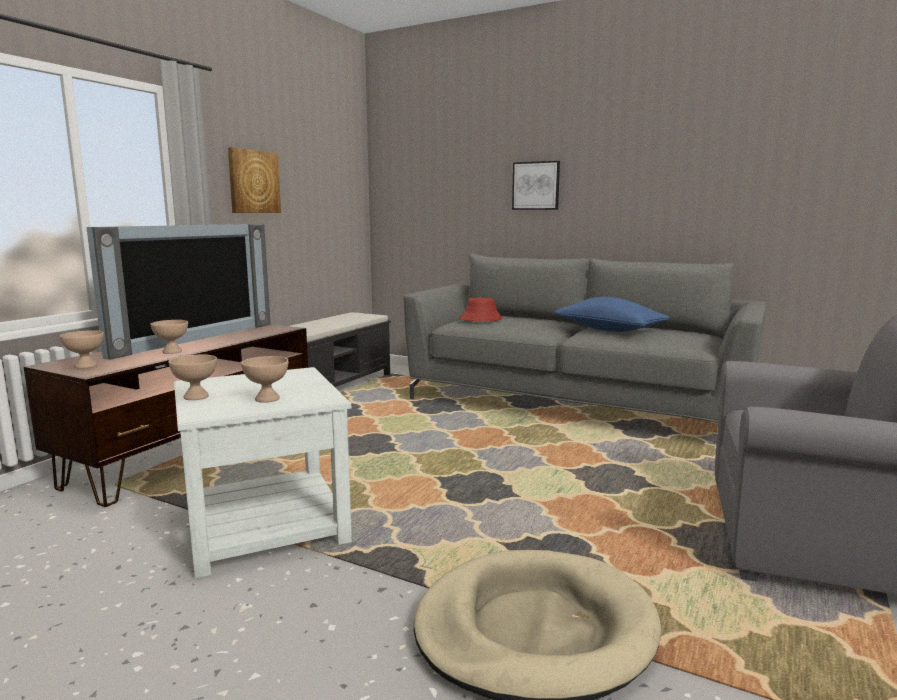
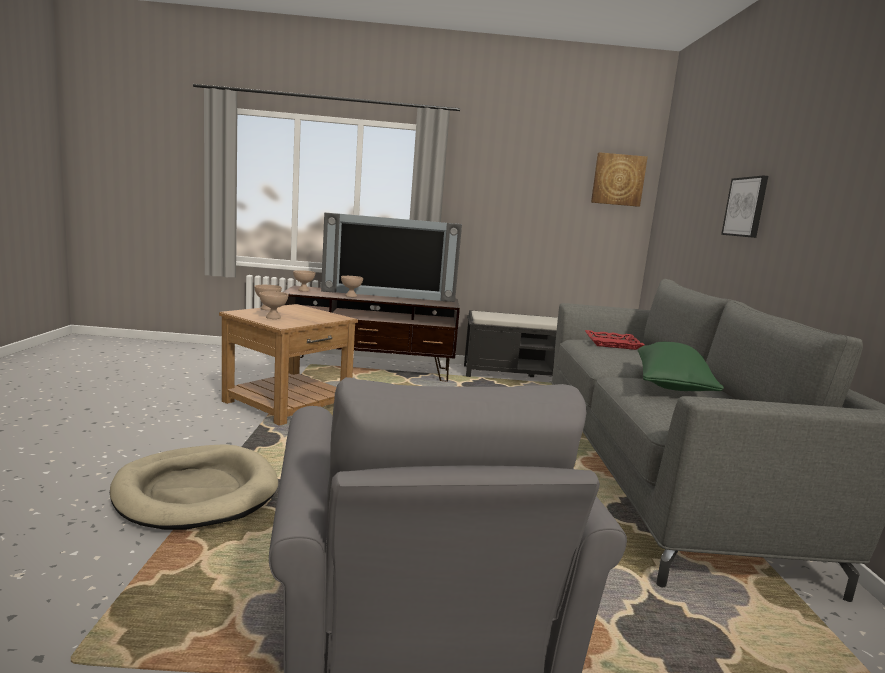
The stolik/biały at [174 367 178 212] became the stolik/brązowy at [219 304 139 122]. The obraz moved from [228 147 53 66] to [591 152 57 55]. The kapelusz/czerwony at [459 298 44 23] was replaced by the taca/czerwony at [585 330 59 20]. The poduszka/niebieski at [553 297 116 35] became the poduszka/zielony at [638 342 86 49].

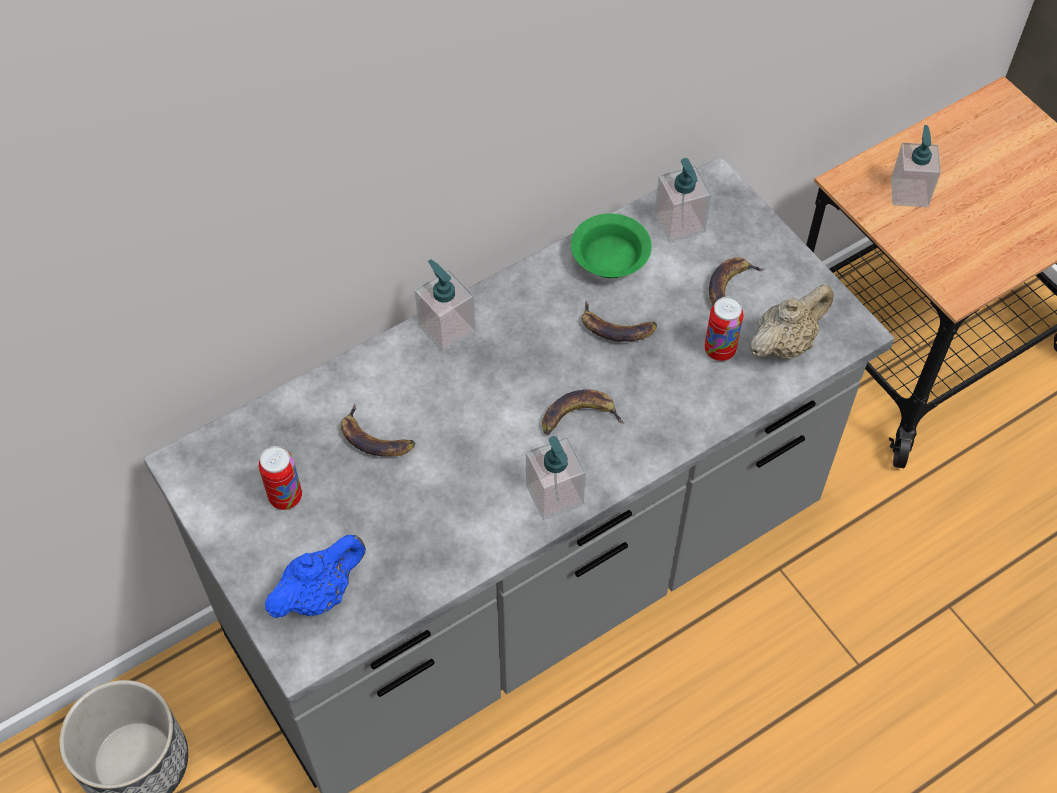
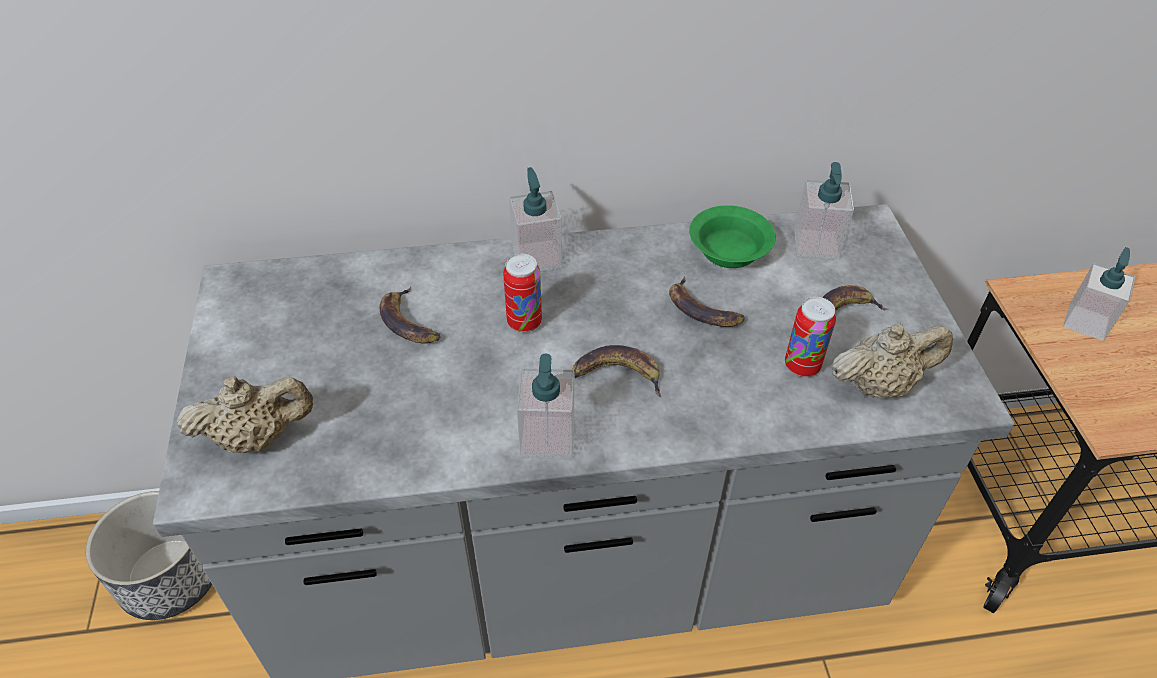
The puszka moved from [259 446 43 64] to [503 254 39 78]. The imbryk/niebieski at [265 535 101 83] became the imbryk/beżowy at [176 376 137 77].

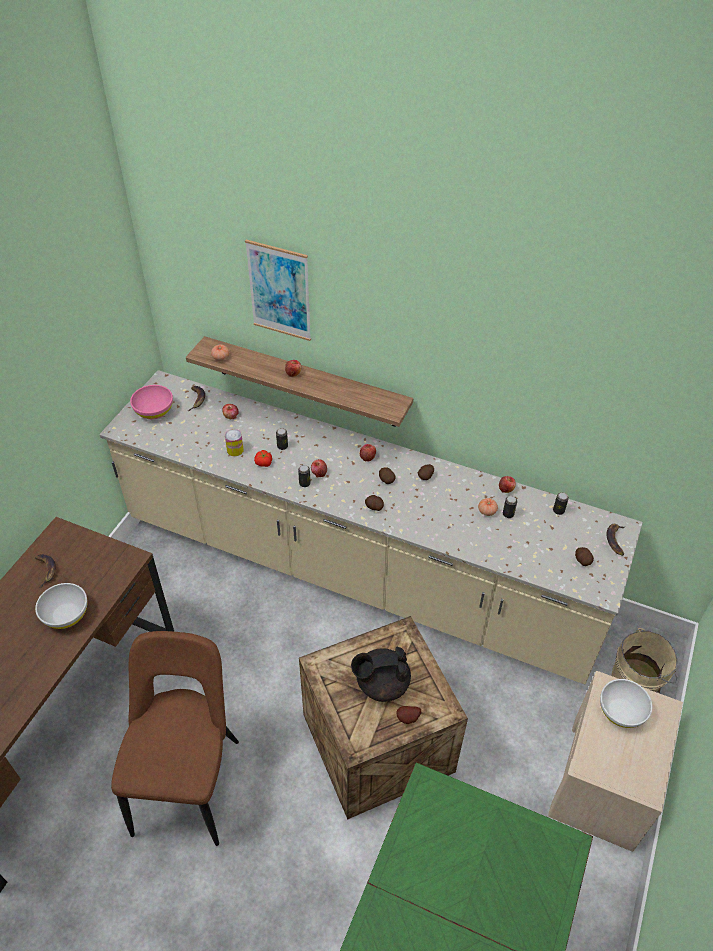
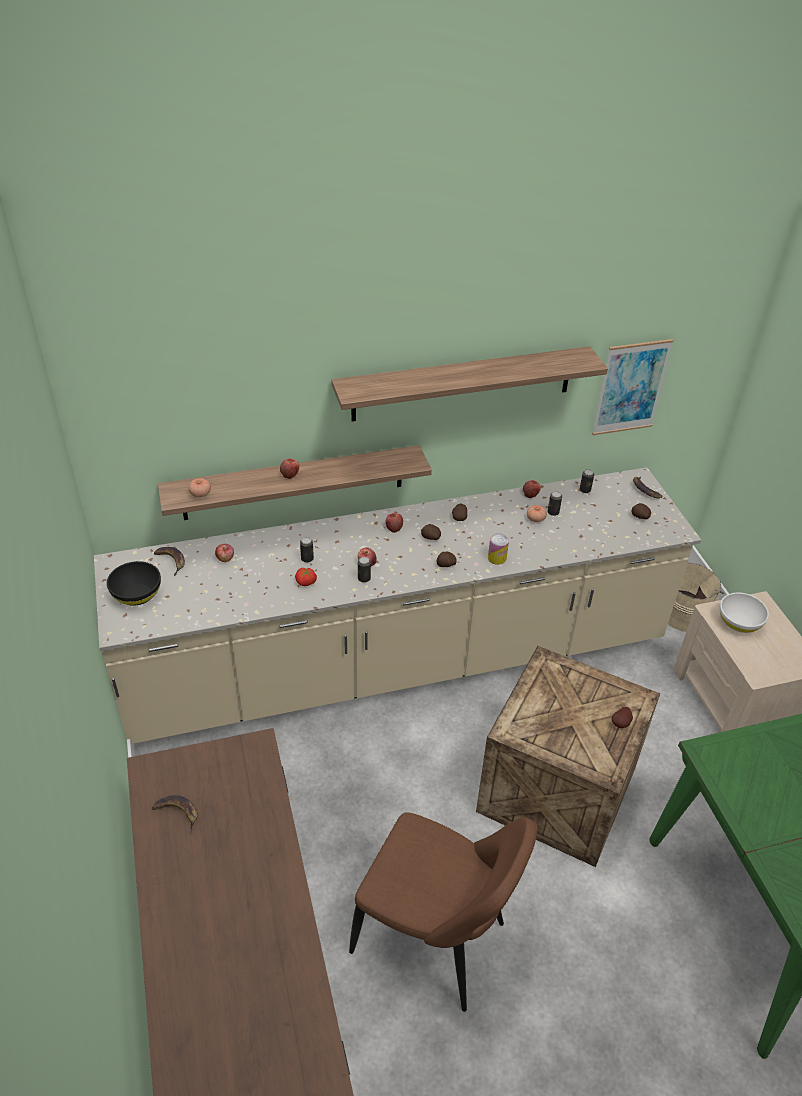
The miska/biały at [35 583 52 46] disappeared. The krzesło/brązowy at [111 631 128 215] turned 150 degrees clockwise. The miska/różowy at [130 385 43 34] became the miska/czarny at [107 561 54 45]. The puszka moved from [225 429 19 27] to [488 533 21 32]. The obraz moved from [245 240 66 101] to [592 339 82 96]. The imbryk/czarny at [351 647 60 55] disappeared. The półka at [332 346 276 75] appeared.

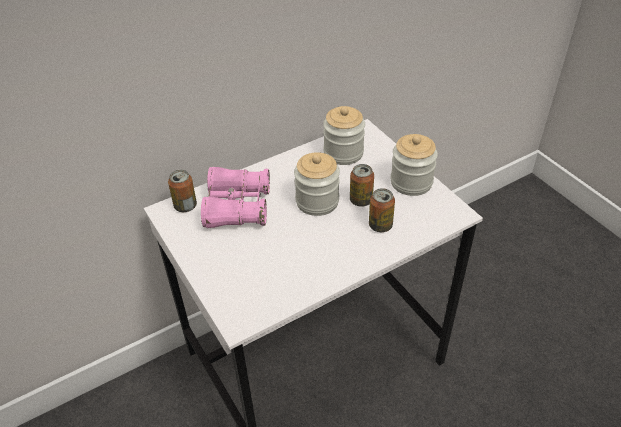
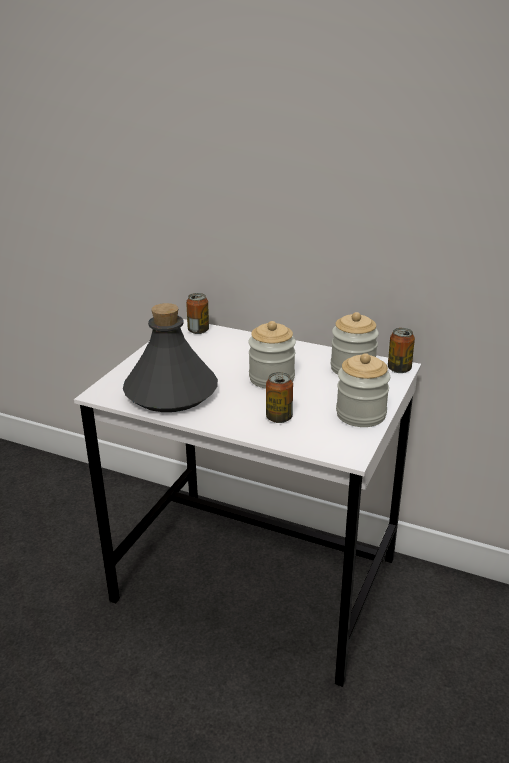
The lornetka/różowy at [201 167 69 61] disappeared. The puszka moved from [350 164 24 43] to [388 328 27 45]. The butelka/szary at [123 303 95 109] appeared.

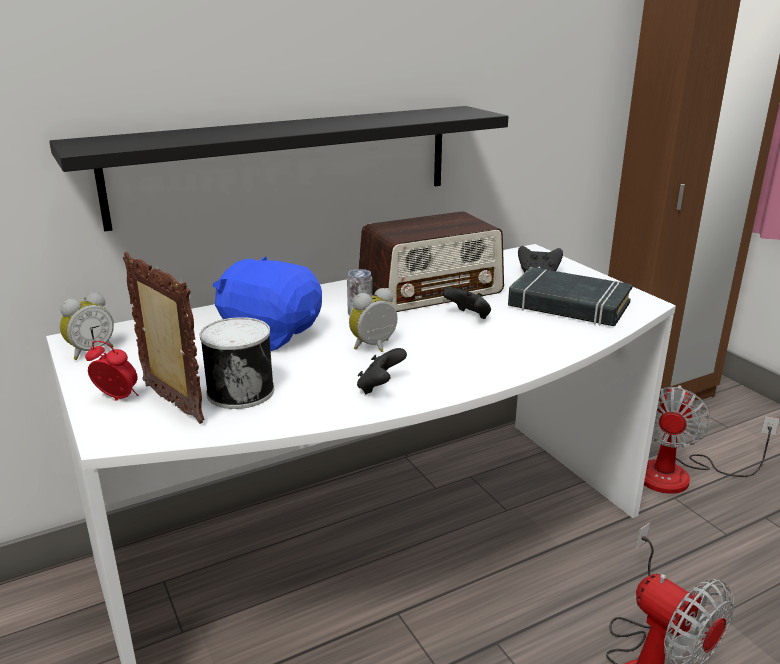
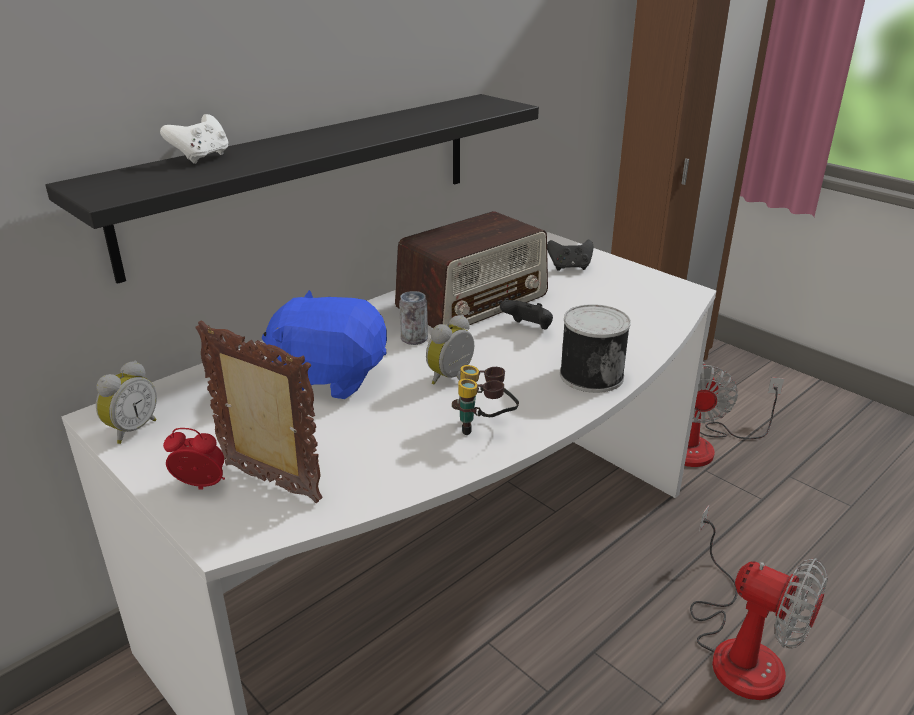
The puszka moved from [200 317 74 92] to [560 304 71 89]. The pad do gier/czarny at [357 348 50 47] was replaced by the lornetka at [452 365 67 70]. The książka/czarny at [508 267 125 59] disappeared. The pad do gier/biały at [160 114 68 50] appeared.

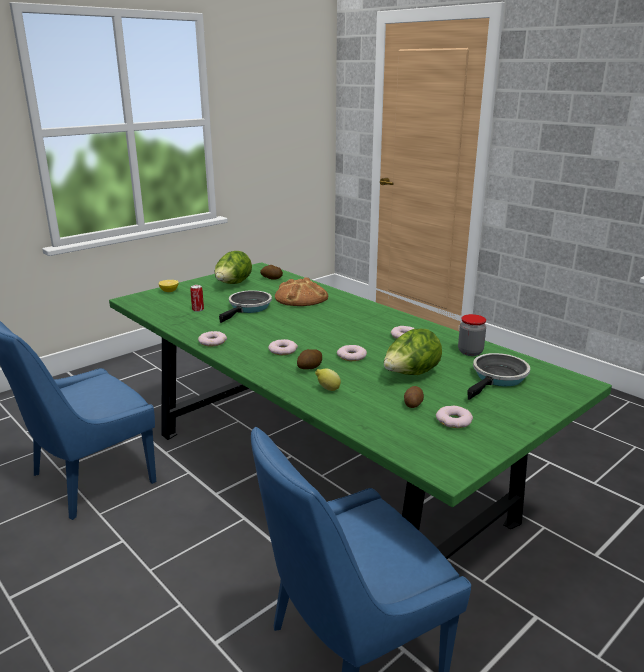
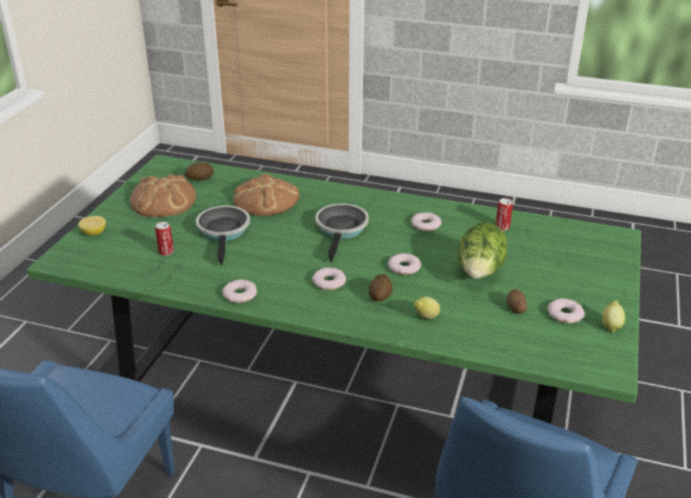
The sałata at [215 251 37 33] was replaced by the chleb at [130 174 66 43]. The słoik at [458 314 28 42] was replaced by the puszka at [496 198 17 33]. The patelnia moved from [467 353 63 47] to [315 204 54 58]. The cytryna at [602 300 23 32] appeared.

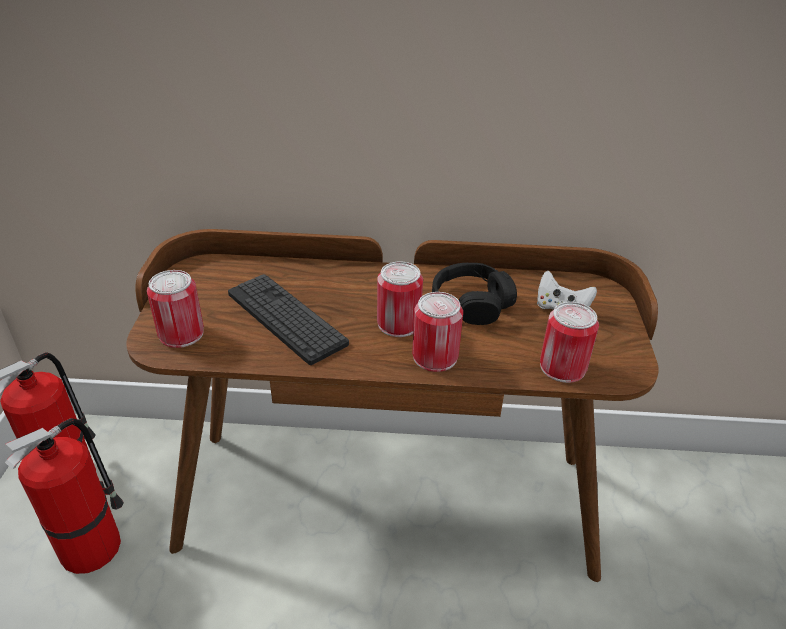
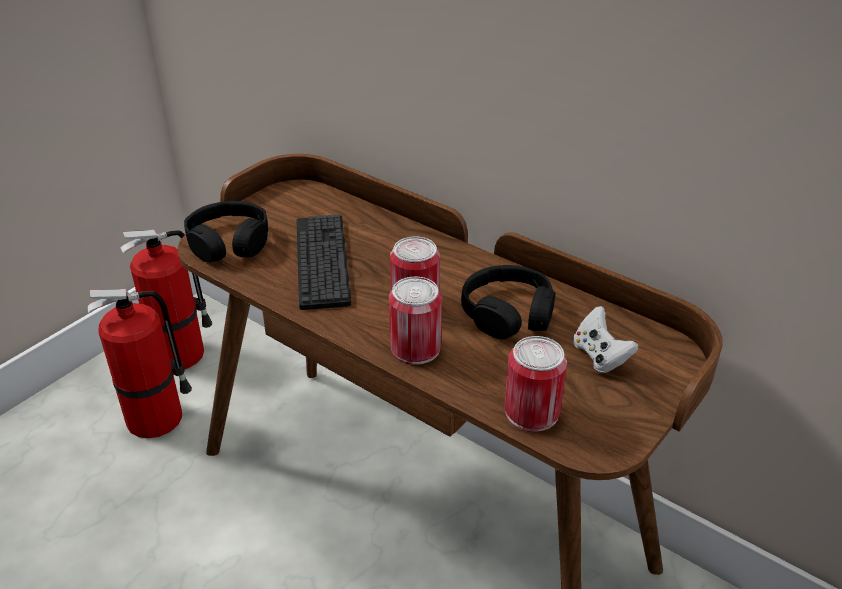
The puszka at [147 270 57 78] was replaced by the słuchawki/czarny at [184 201 84 62].

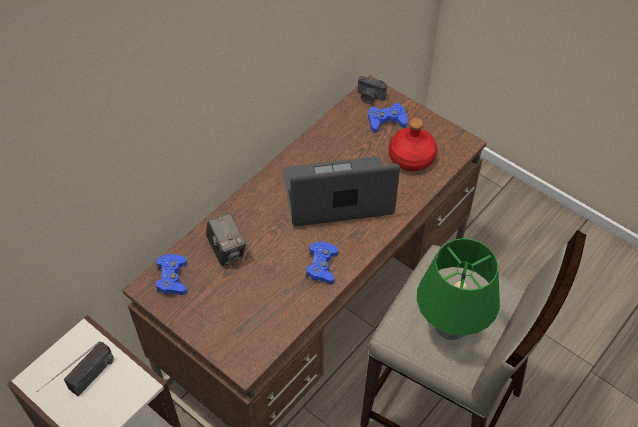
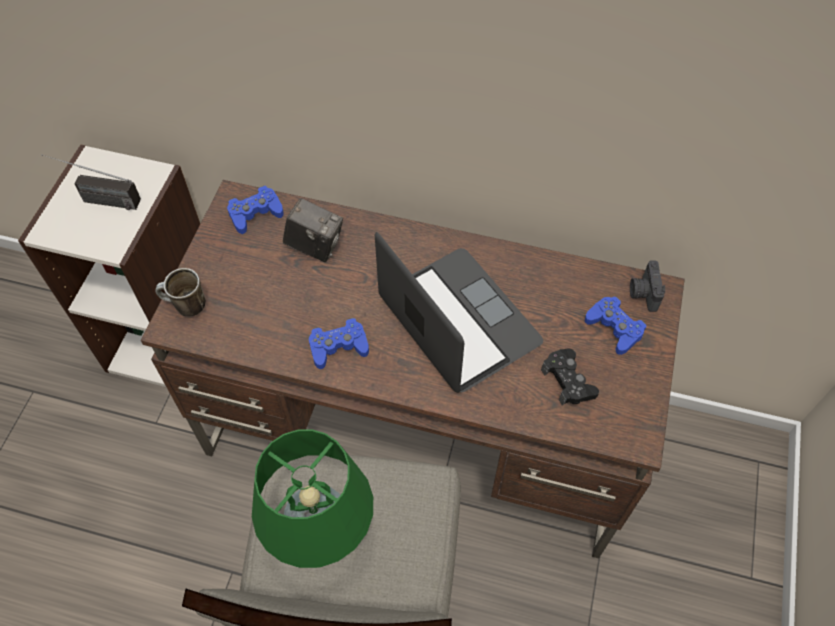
The aparat fotograficzny at [206 213 40 53] turned 105 degrees counterclockwise. The butelka/czerwony at [389 118 48 53] was replaced by the pad do gier/czarny at [541 349 58 56]. The kubek at [155 268 51 48] appeared.

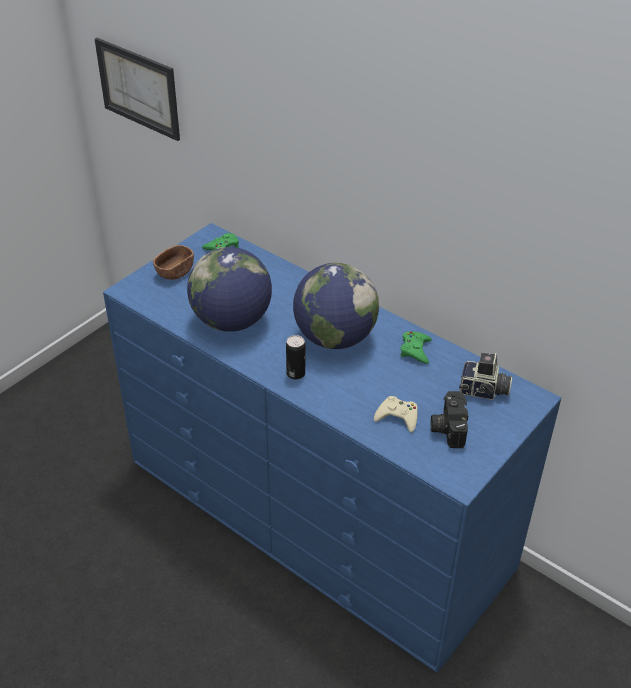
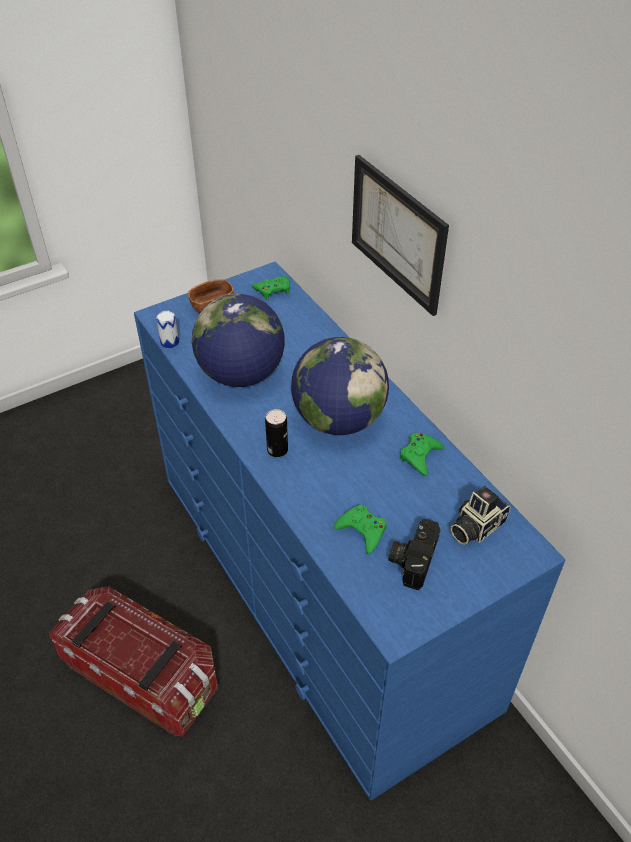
The obraz moved from [95 38 85 103] to [352 155 97 161]. The pad do gier/beżowy at [374 396 44 37] became the pad do gier/zielony at [334 505 52 49]. The aparat fotograficzny at [459 353 53 47] turned 105 degrees clockwise. The pojemnik do przechowywania at [49 587 169 150] appeared. The puszka at [156 311 23 38] appeared.

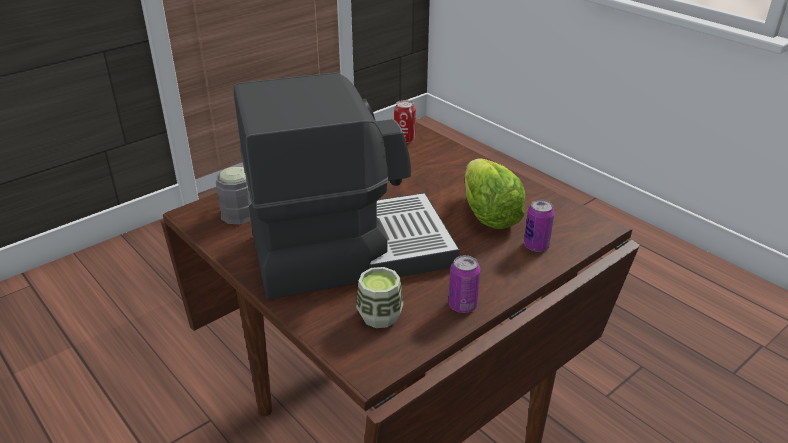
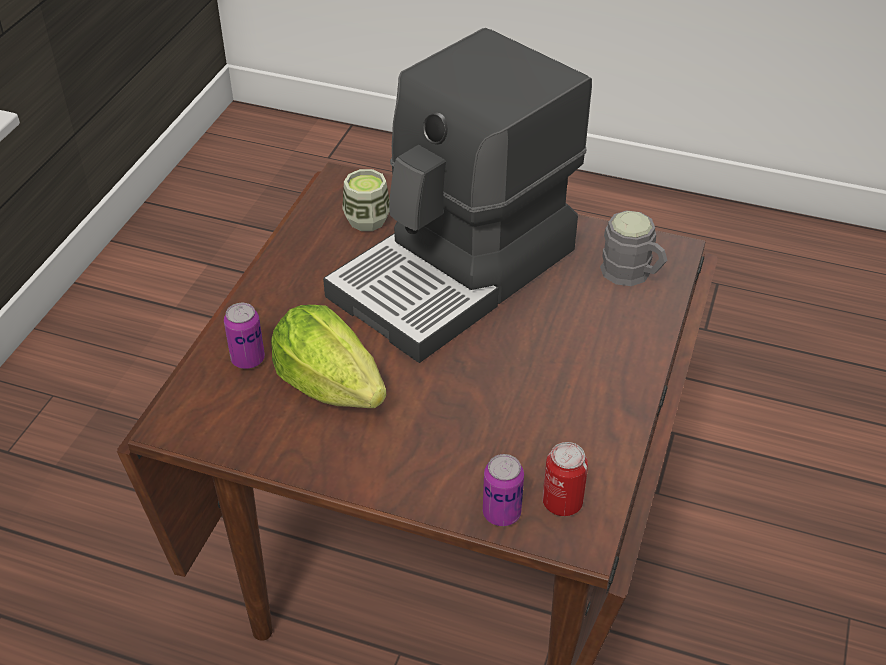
The puszka moved from [449 255 31 58] to [483 454 41 72].

